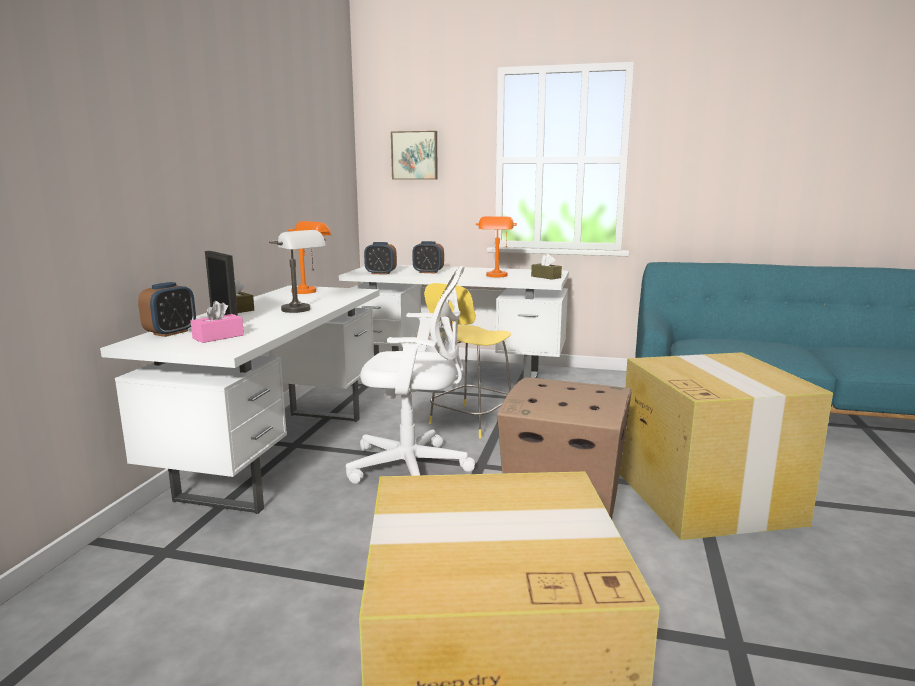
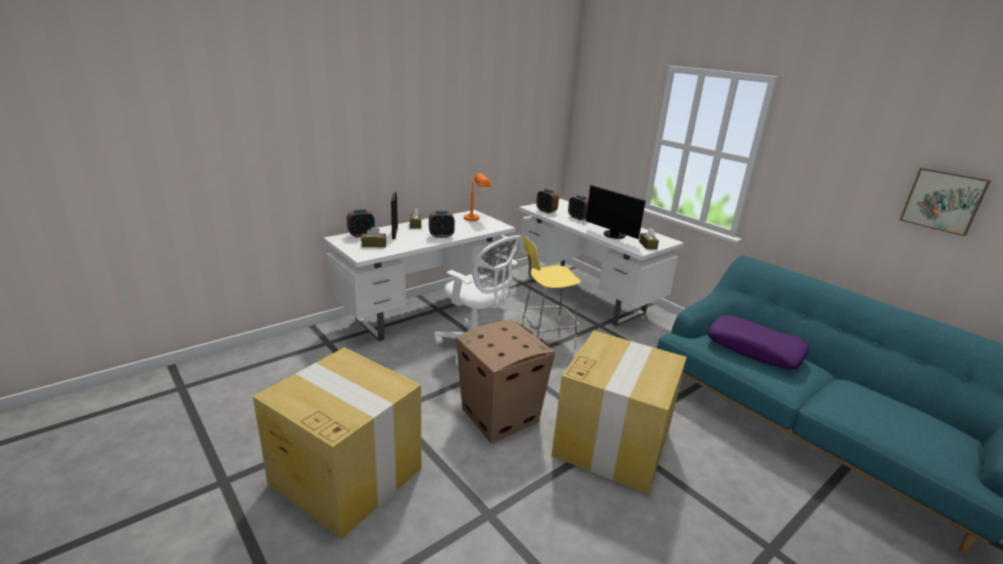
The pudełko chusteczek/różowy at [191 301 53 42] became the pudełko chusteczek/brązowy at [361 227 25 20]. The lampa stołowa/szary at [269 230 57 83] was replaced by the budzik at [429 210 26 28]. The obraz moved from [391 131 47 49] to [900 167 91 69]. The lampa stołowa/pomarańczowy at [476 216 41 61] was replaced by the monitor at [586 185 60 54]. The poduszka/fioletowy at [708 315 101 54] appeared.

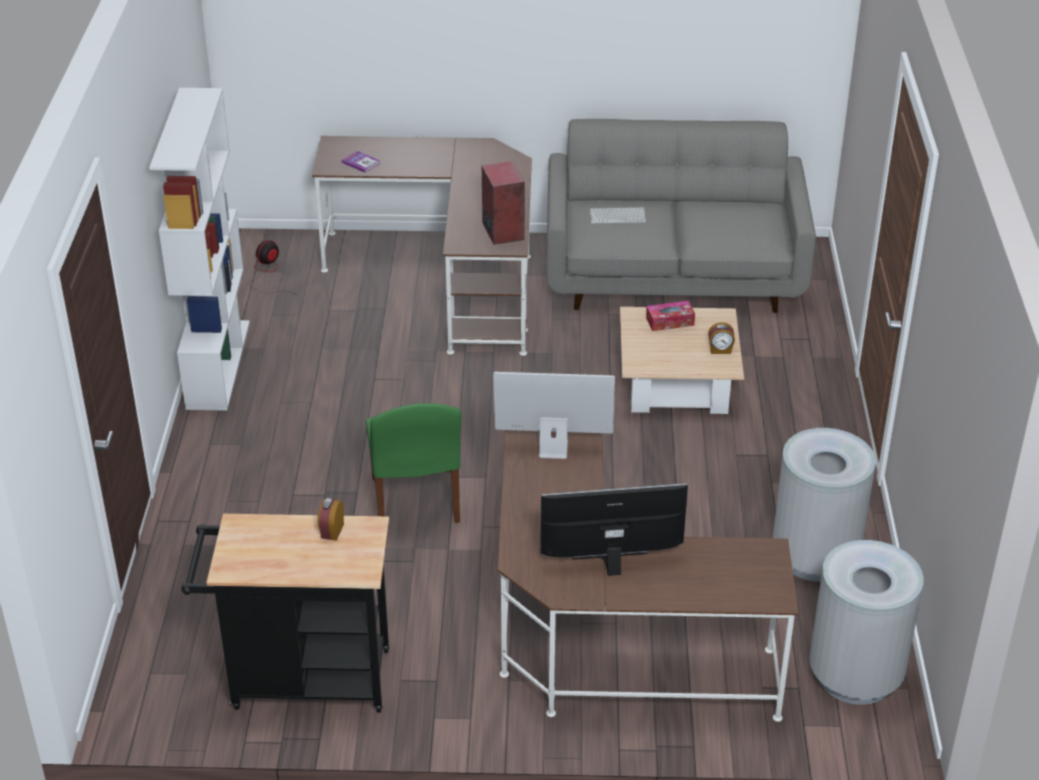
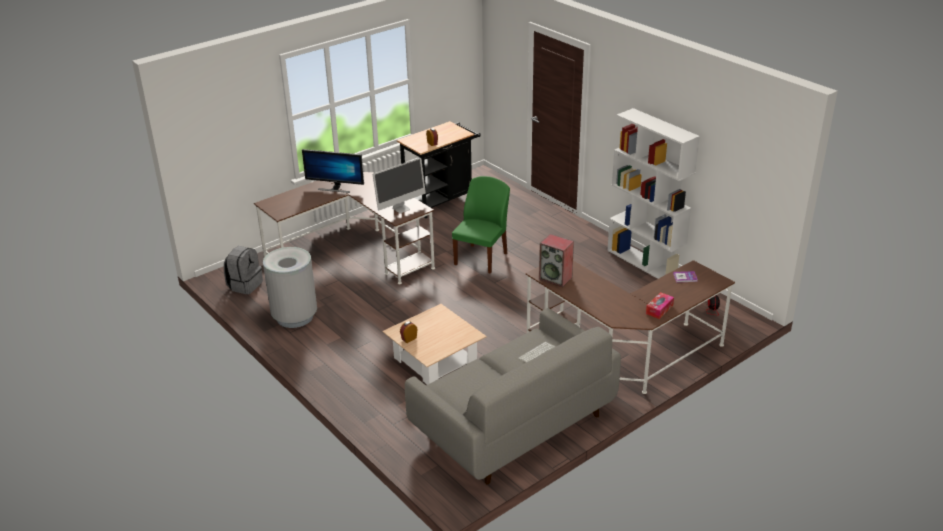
The krzesło/zielony at [366 403 96 120] turned 75 degrees clockwise. The monitor at [541 483 147 93] turned 60 degrees clockwise. The pudełko chusteczek moved from [646 301 49 30] to [646 292 28 27]. The kosz na śmieci/szary at [809 540 115 165] was replaced by the plecak/szary at [224 246 39 48].

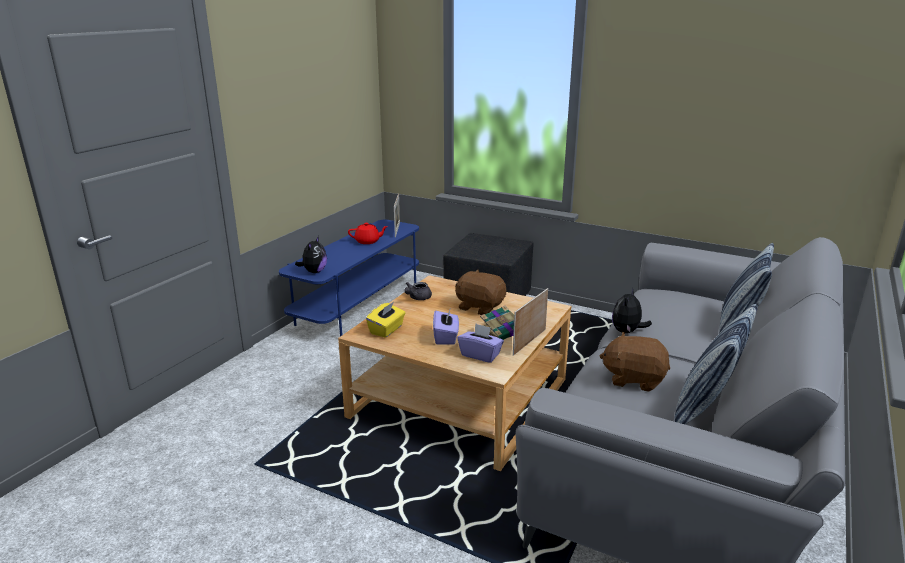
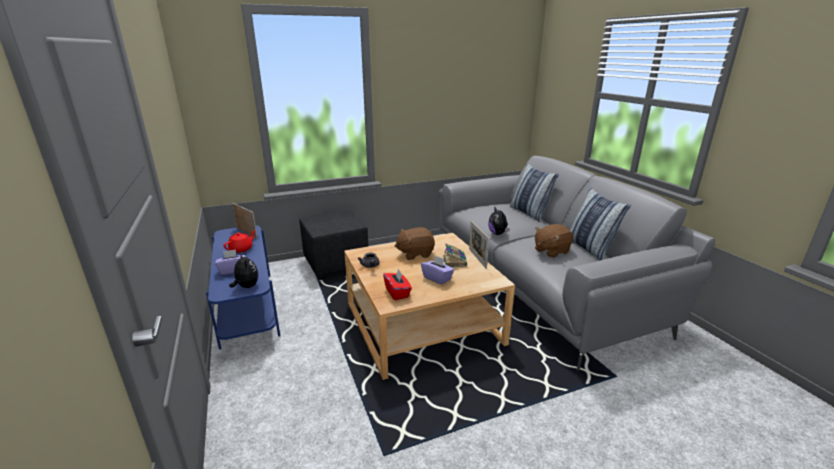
The pudełko chusteczek/żółty at [366 302 39 36] became the pudełko chusteczek/czerwony at [383 268 29 32]. The pudełko chusteczek/fioletowy moved from [458 323 46 40] to [215 249 31 26].

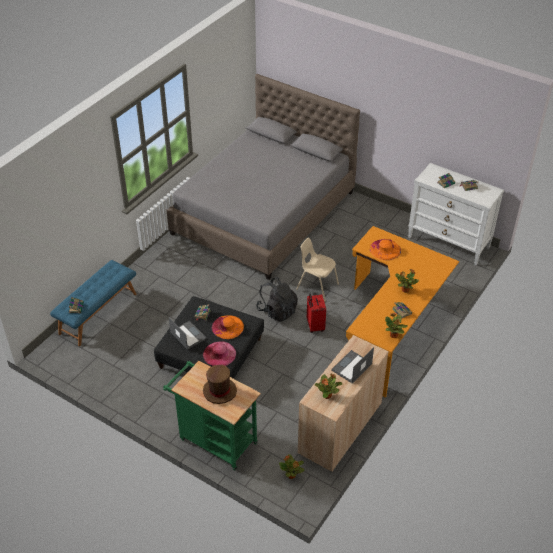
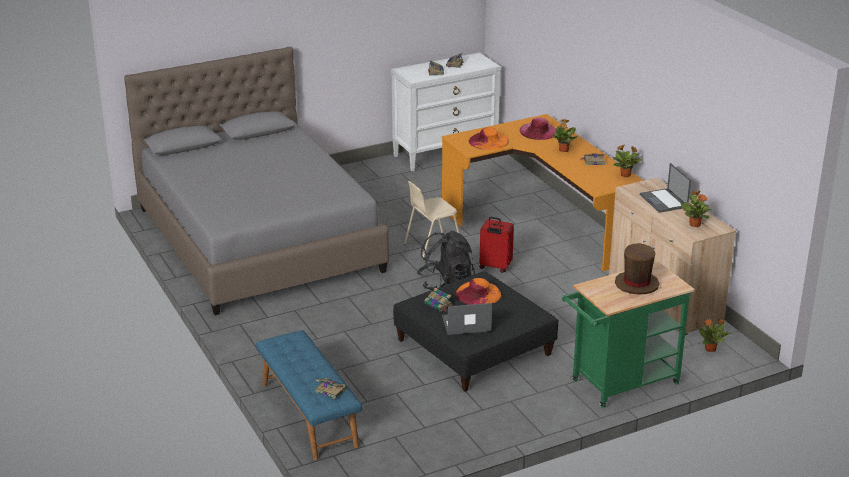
The kapelusz/różowy moved from [203 341 33 25] to [520 117 37 23].

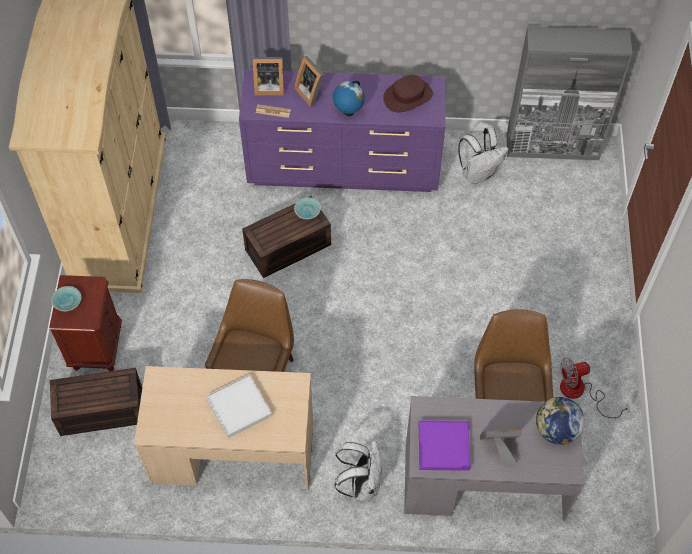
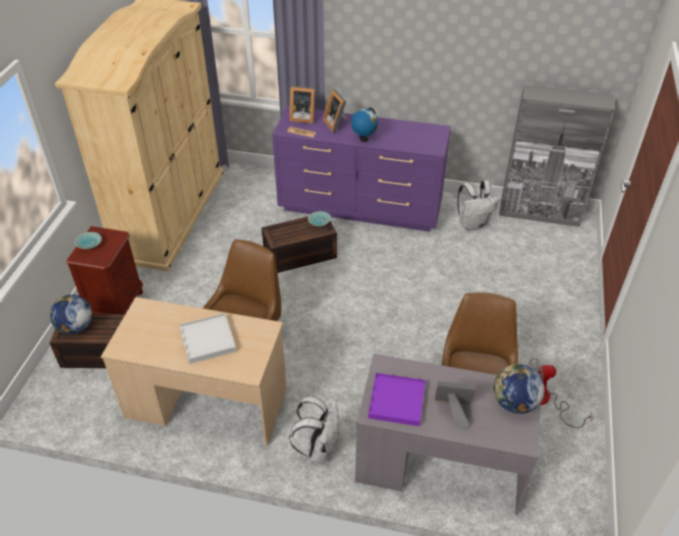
The kapelusz/brązowy at [383 75 50 37] disappeared. The globus at [49 294 43 40] appeared.

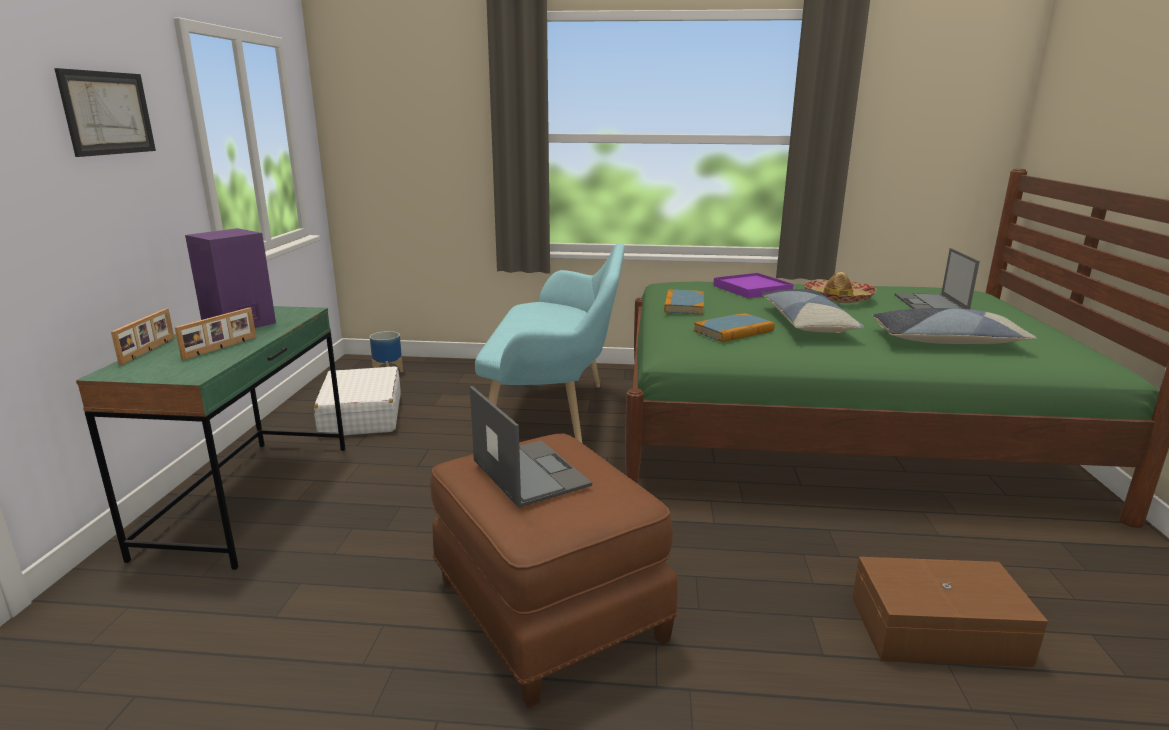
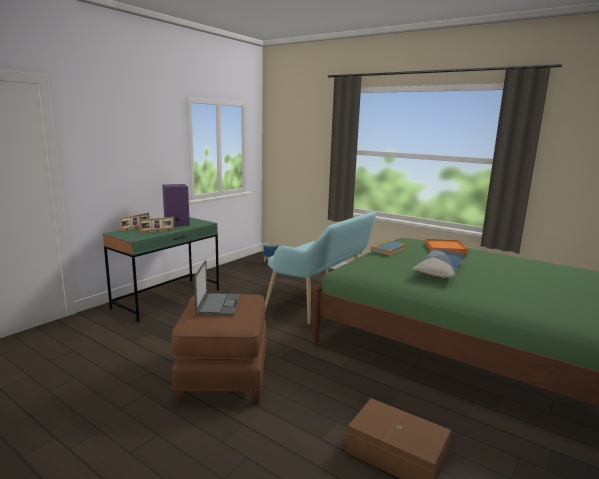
The obraz at [54 68 102 89] disappeared. The walizka/biały at [314 366 86 69] disappeared. The książka at [693 313 81 29] disappeared. The taca/fioletowy at [713 273 80 25] became the taca/pomarańczowy at [425 239 43 15]. The kapelusz at [803 272 74 31] disappeared. The poduszka at [872 308 165 36] disappeared. The laptop at [895 248 85 61] disappeared.

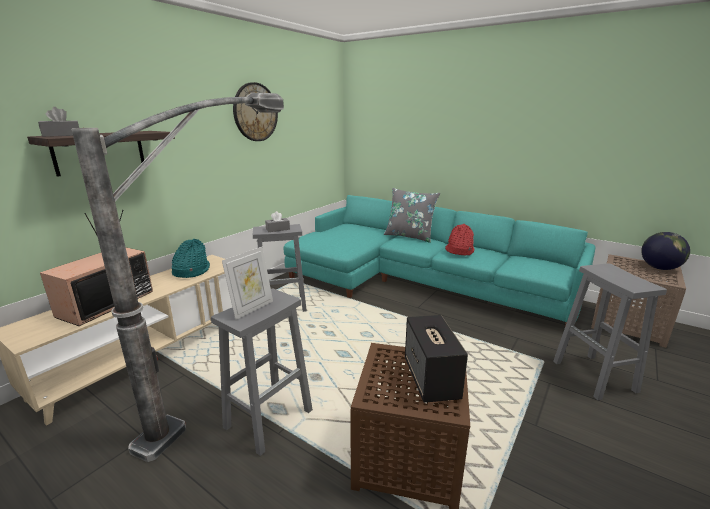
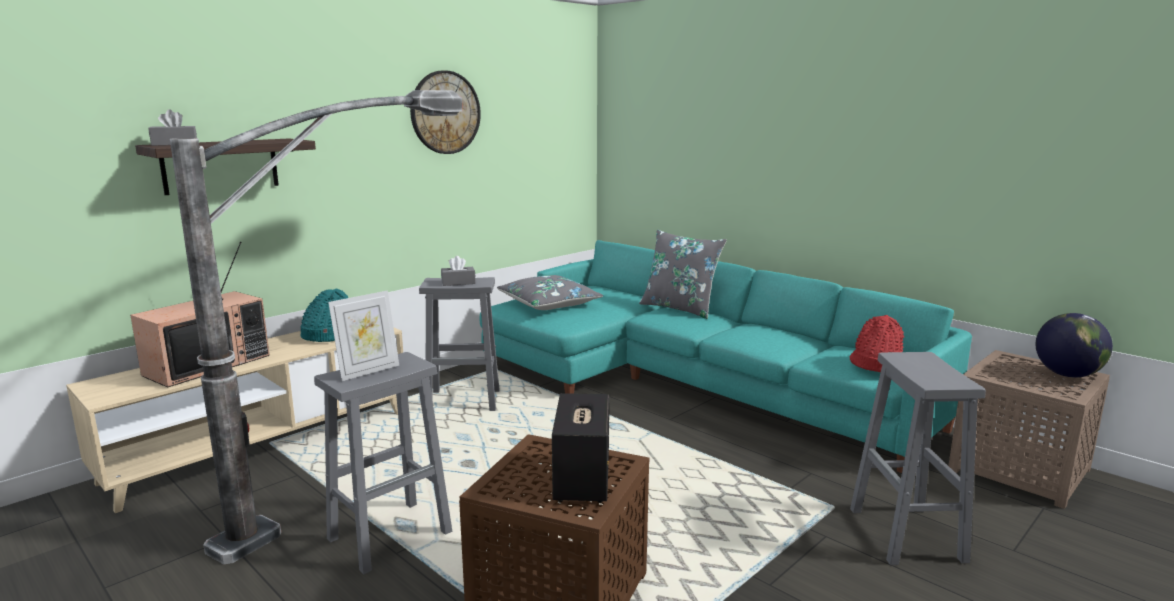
The kapelusz/czerwony moved from [445 224 29 32] to [850 315 54 57]. The poduszka/szary at [497 275 106 35] appeared.

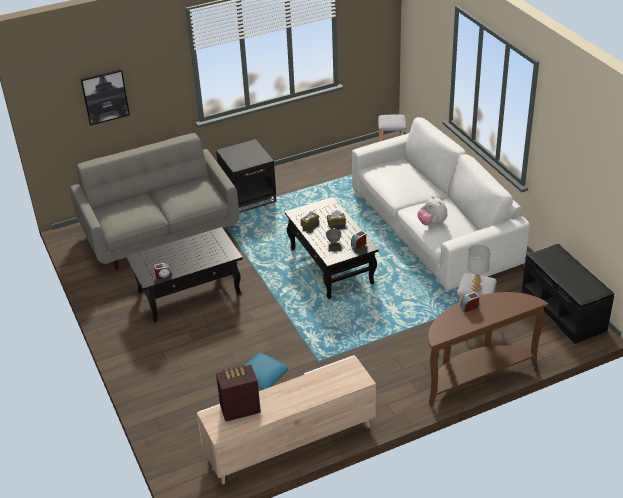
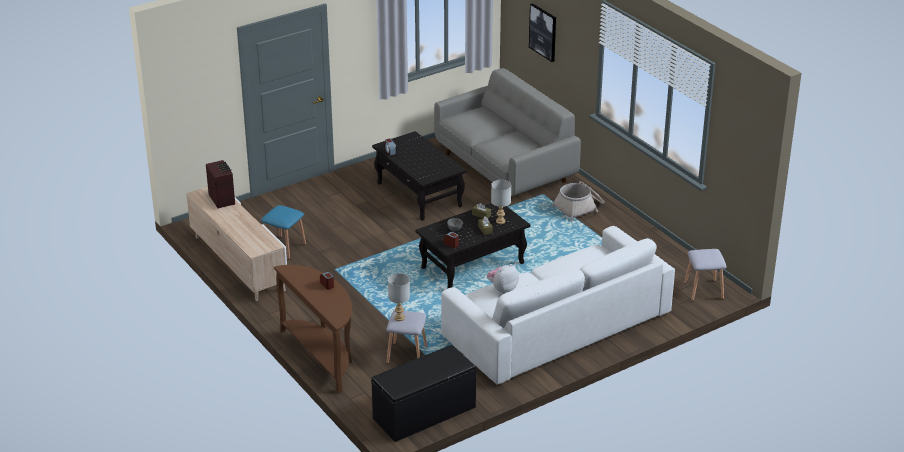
The stolik/czarny at [216 139 60 74] was replaced by the koszyk at [551 181 54 41]. The lampa stołowa/szary at [491 180 20 44] appeared.

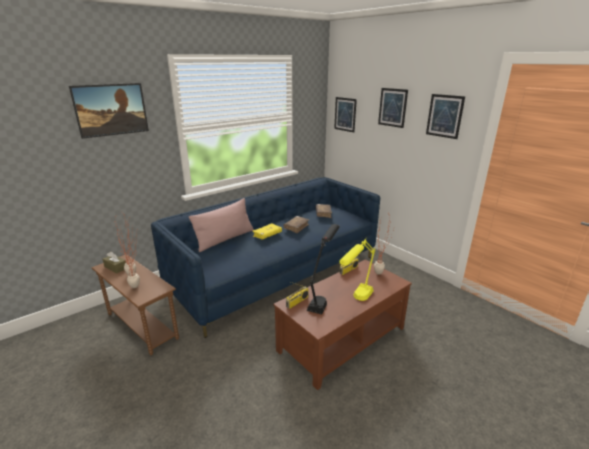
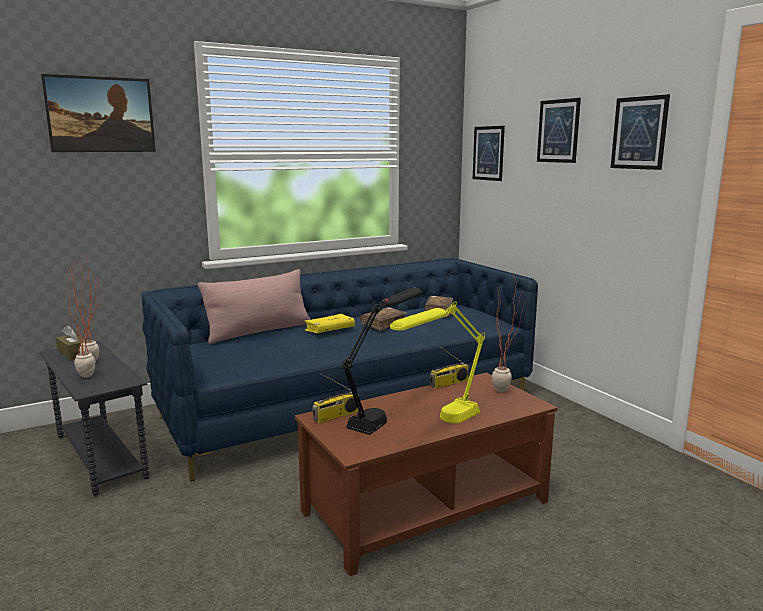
The stolik/brązowy at [92 254 87 101] became the stolik/szary at [39 341 111 155].

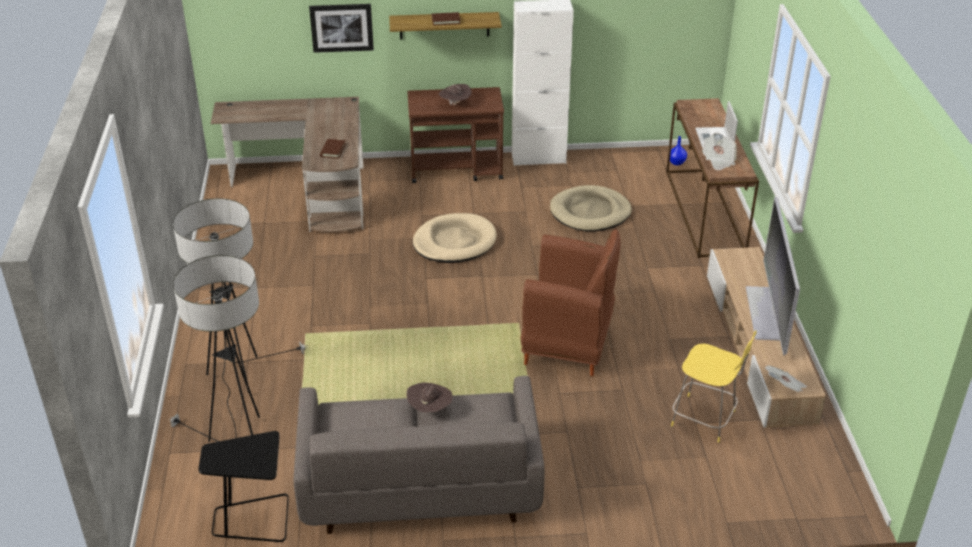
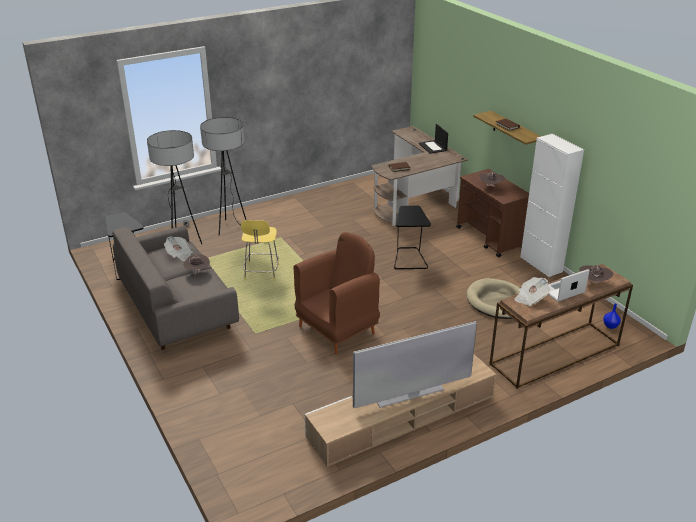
The obraz at [309 4 65 49] disappeared. The legowisko/beżowy at [413 213 84 50] was replaced by the stolik/czarny at [394 206 37 64]. The fotel/brązowy at [521 229 100 147] turned 120 degrees counterclockwise. The stołek/żółty moved from [671 330 86 113] to [241 220 38 61]. The gazeta moved from [765 365 42 27] to [164 236 29 25]. The laptop at [419 124 29 30] appeared. The kapelusz/brązowy at [579 265 35 21] appeared.

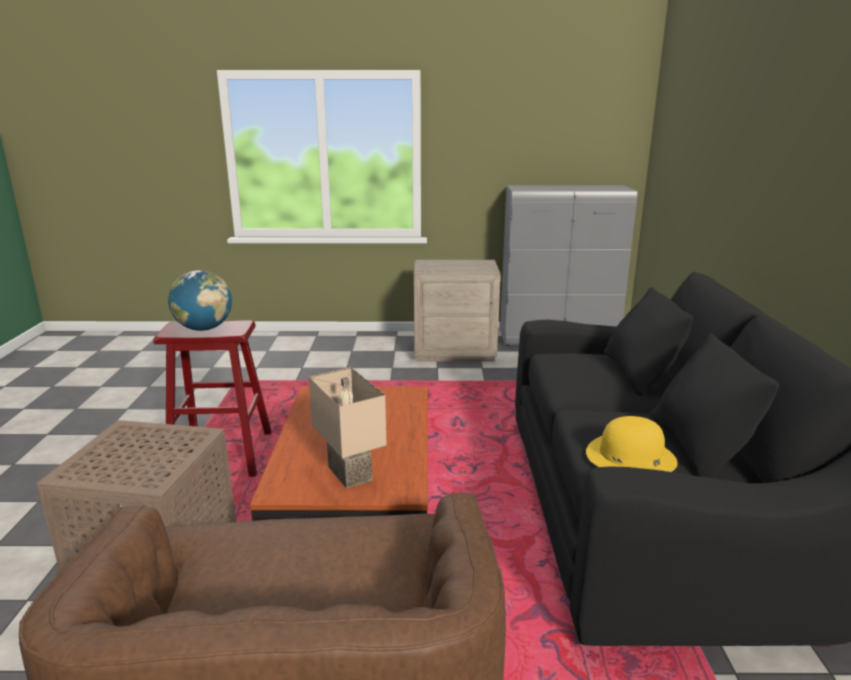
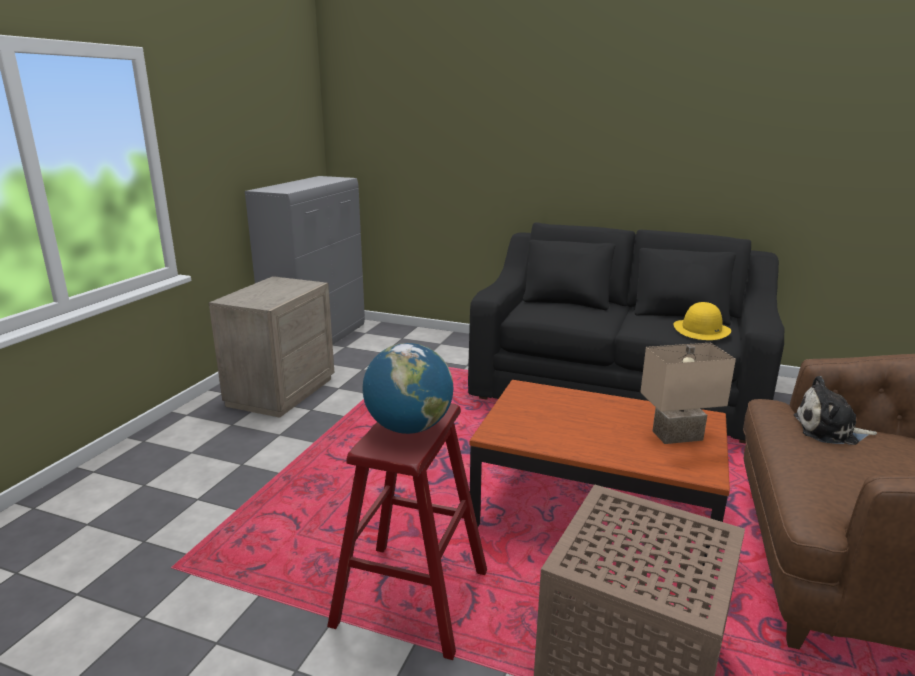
The pluszak at [793 376 84 69] appeared.

